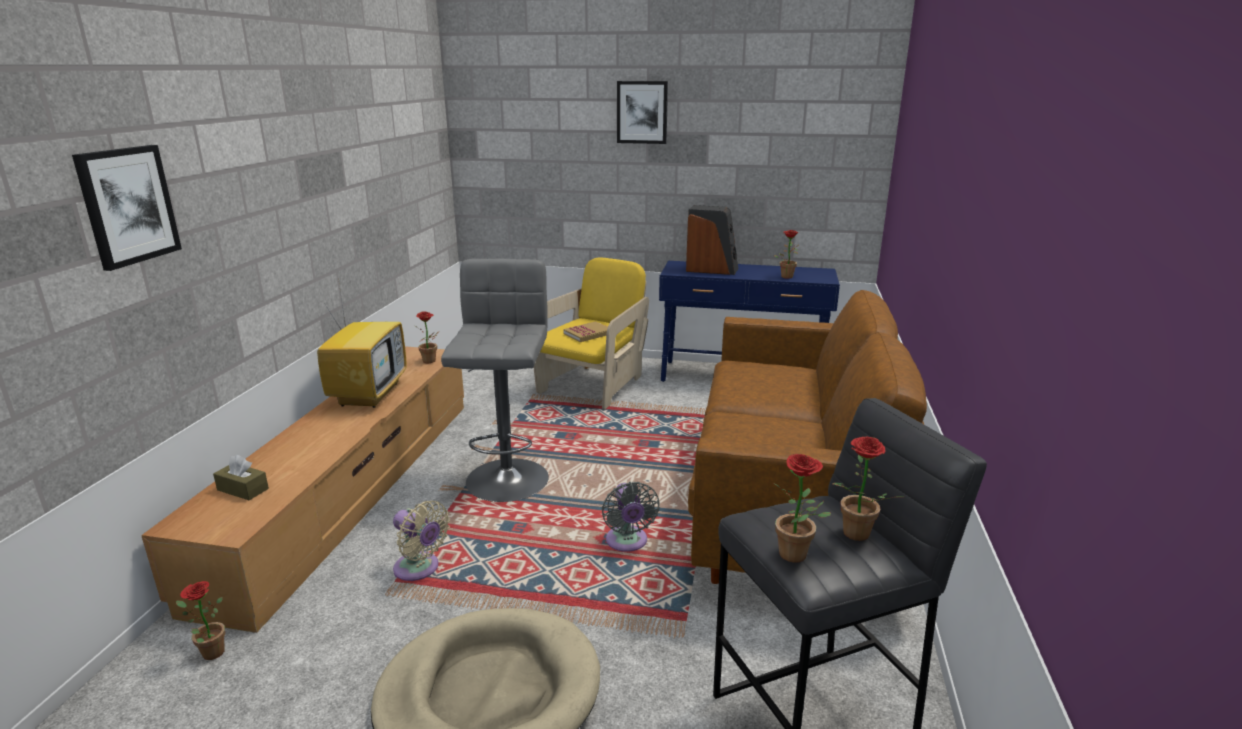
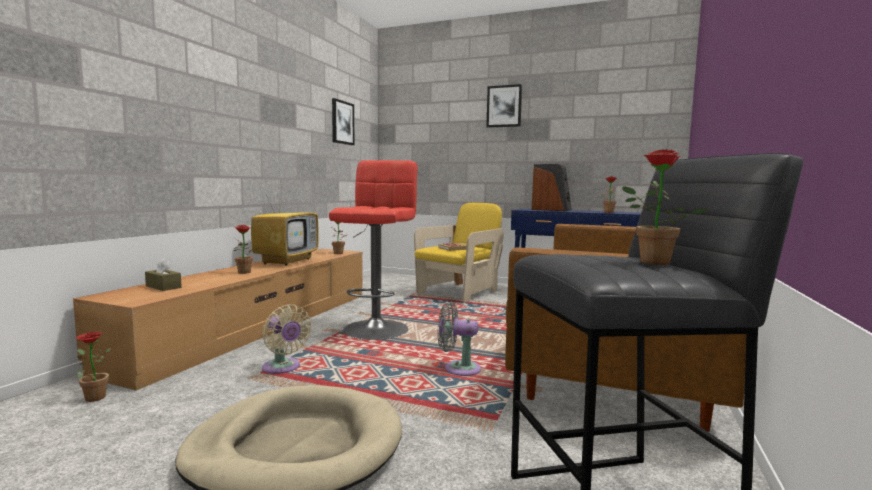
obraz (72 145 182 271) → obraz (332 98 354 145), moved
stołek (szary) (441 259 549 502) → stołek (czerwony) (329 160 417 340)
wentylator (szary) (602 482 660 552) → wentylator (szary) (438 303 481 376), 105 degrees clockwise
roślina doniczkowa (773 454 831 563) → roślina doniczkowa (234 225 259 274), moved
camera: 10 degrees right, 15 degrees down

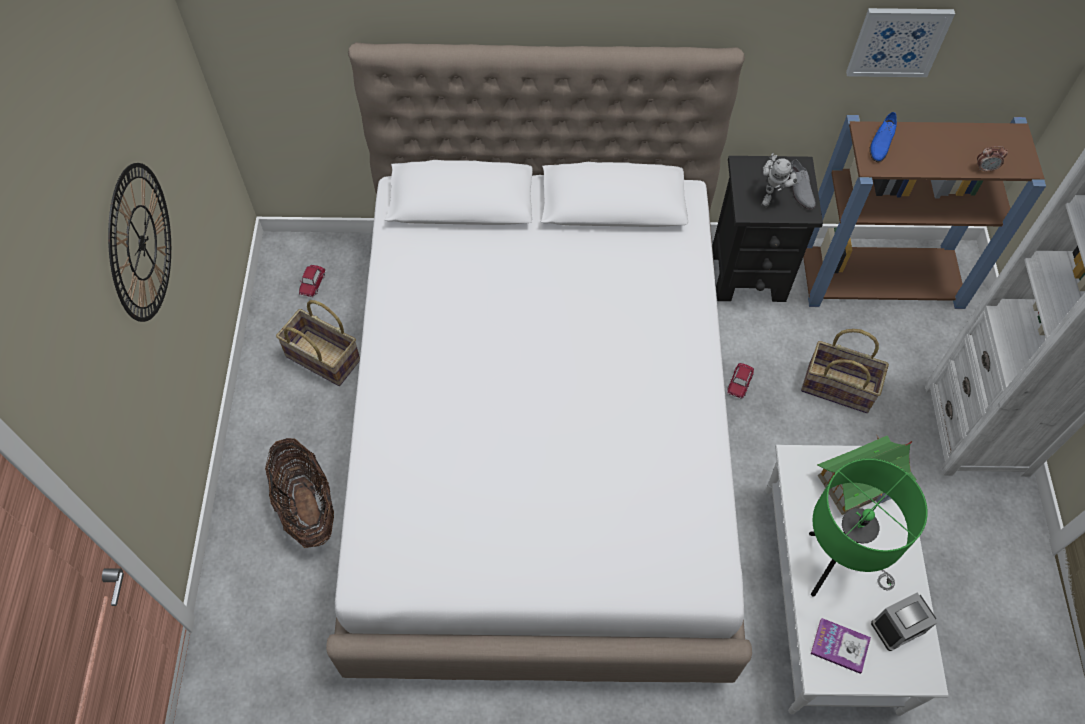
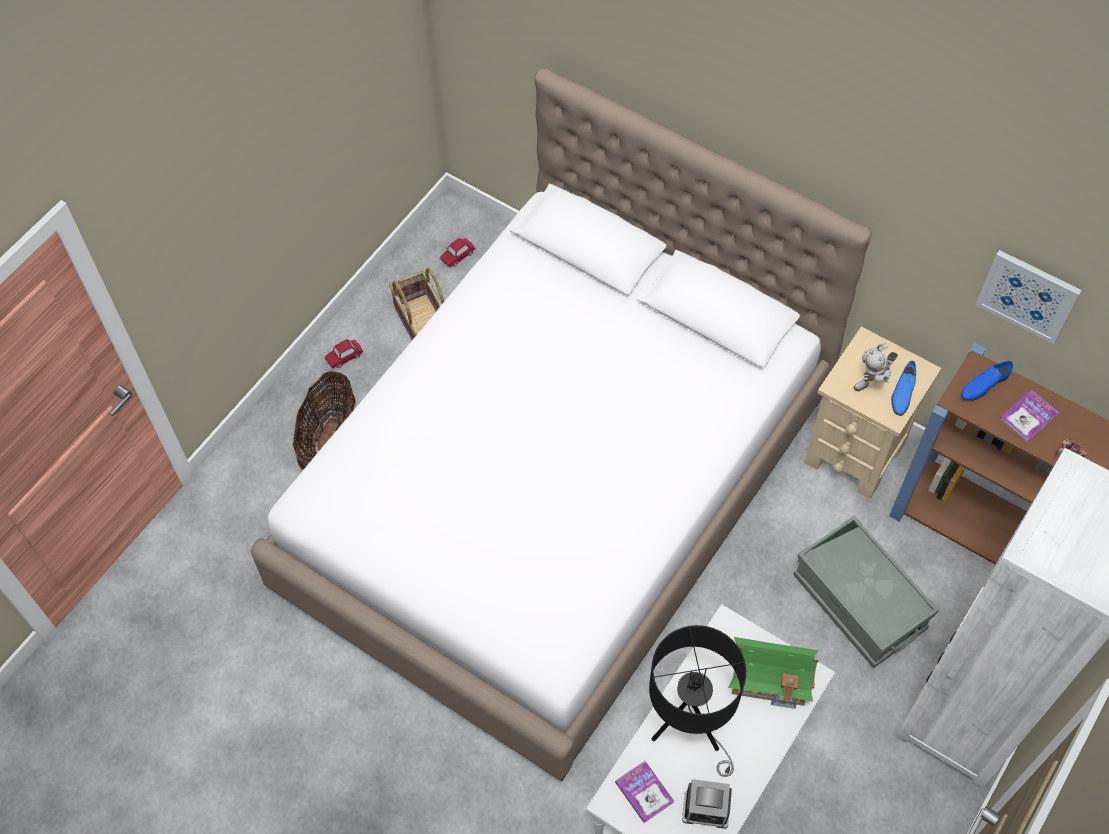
zegar ścienny (108 163 171 322) → -
szafka nocna (czarny) (712 156 823 302) → szafka nocna (beżowy) (804 327 941 499)
samochodzik (727 363 754 399) → samochodzik (324 339 364 369), moved
but (szary) (789 159 816 210) → but (niebieski) (891 361 916 416)
koszyk (801 329 889 413) → pojemnik do przechowywania (szary) (793 515 939 668)
lampa stołowa (zielony) (809 458 928 597) → lampa stołowa (czarny) (649 625 746 777)
- → książka (999 389 1059 442)
camera: 35 degrees right, 0 degrees up

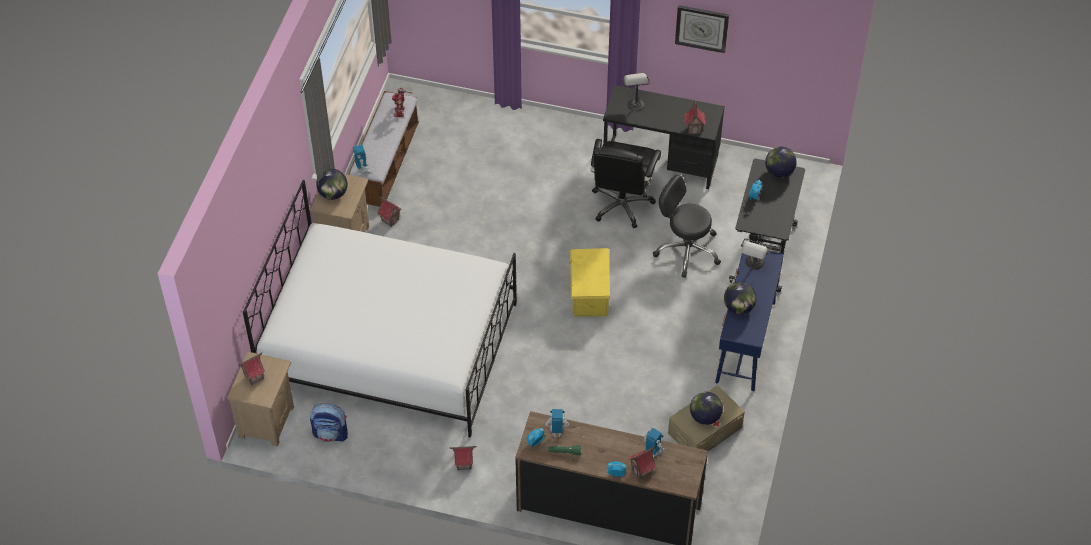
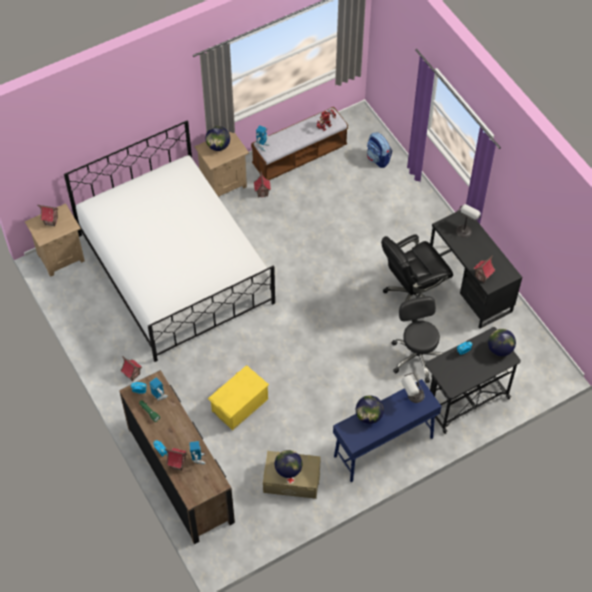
plecak (310 404 348 443) → plecak (367 132 392 168), moved
pojemnik do przechowywania (żółty) (570 248 610 317) → pojemnik do przechowywania (żółty) (208 365 269 430), moved
zegar ścienny (675 5 729 53) → -
camera: 45 degrees right, 5 degrees up

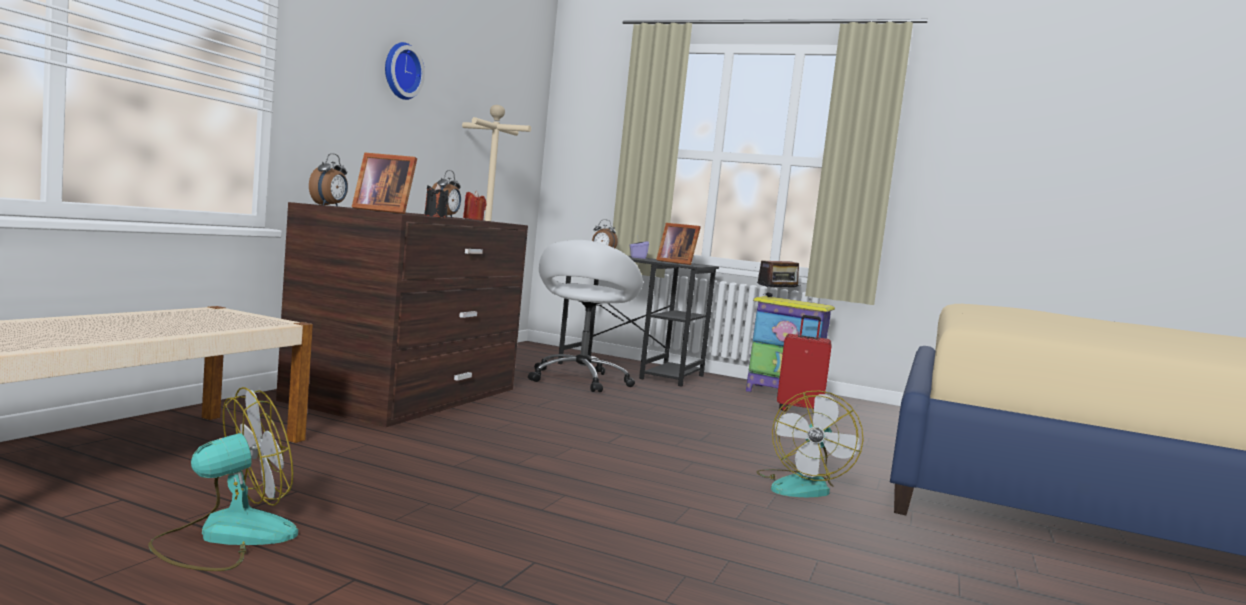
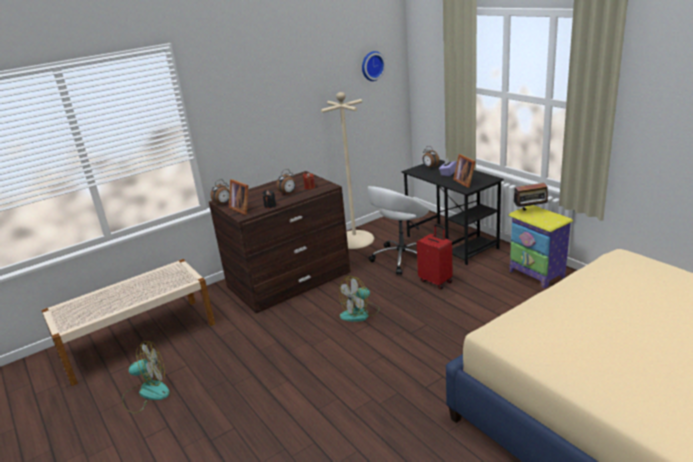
zegar ścienny (385 42 425 100) → zegar ścienny (362 51 386 81), moved
wentylator (756 390 864 497) → wentylator (339 276 380 322), moved
walizka (czerwony) (777 315 832 412) → walizka (czerwony) (417 224 453 289), moved
camera: 35 degrees right, 20 degrees up

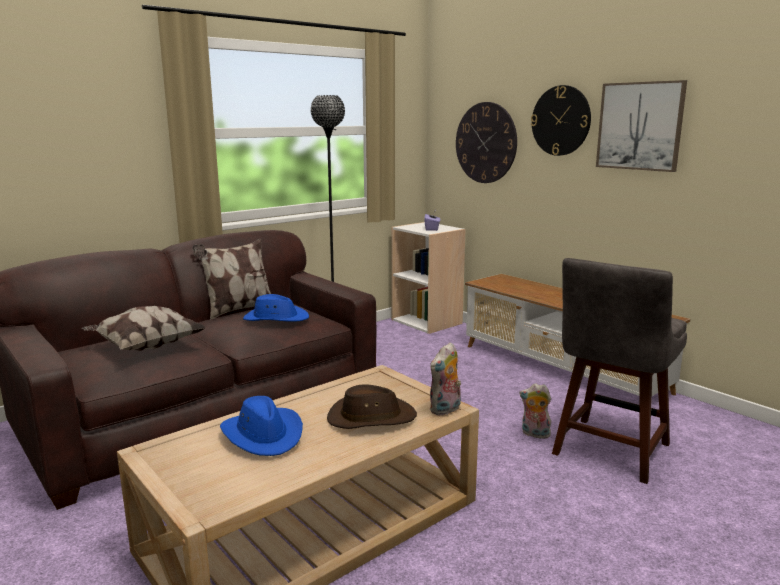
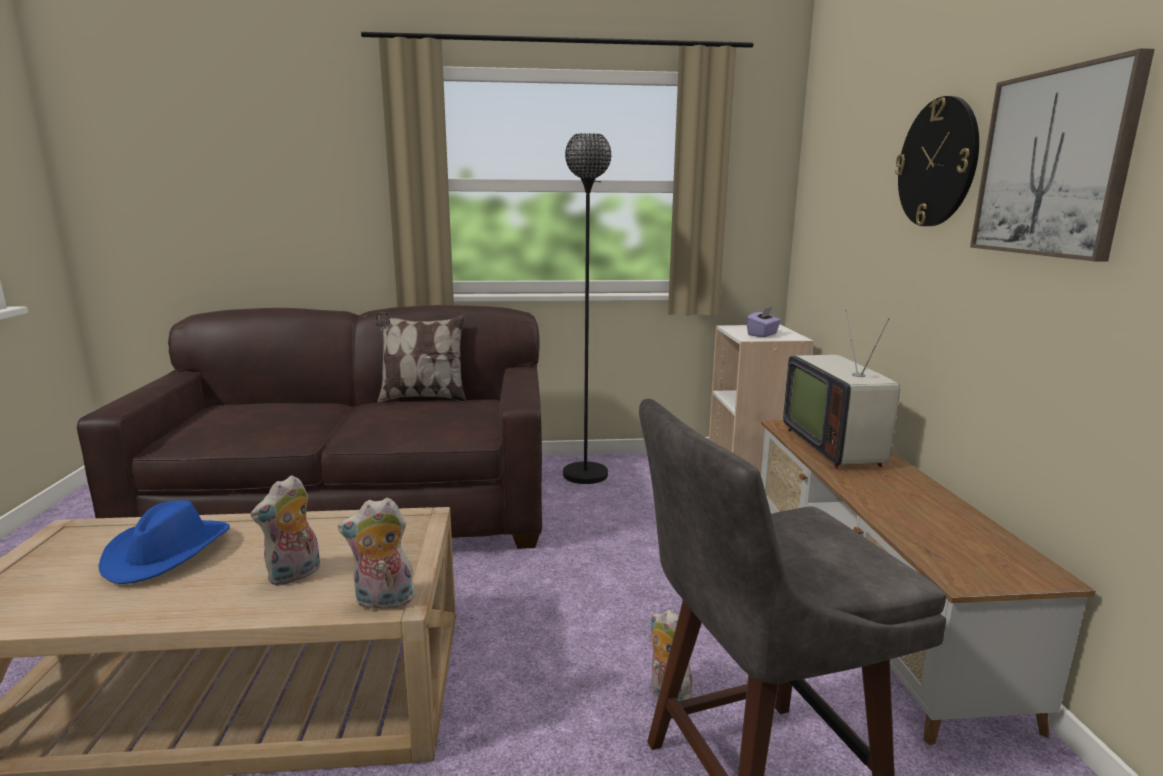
poduszka (82 306 206 351) → -
kapelusz (niebieski) (243 294 309 321) → -
kapelusz (brązowy) (327 384 417 429) → pluszak (251 475 320 586)
zegar ścienny (456 102 517 183) → -
- → telewizor (783 310 900 469)
camera: 35 degrees right, 0 degrees up

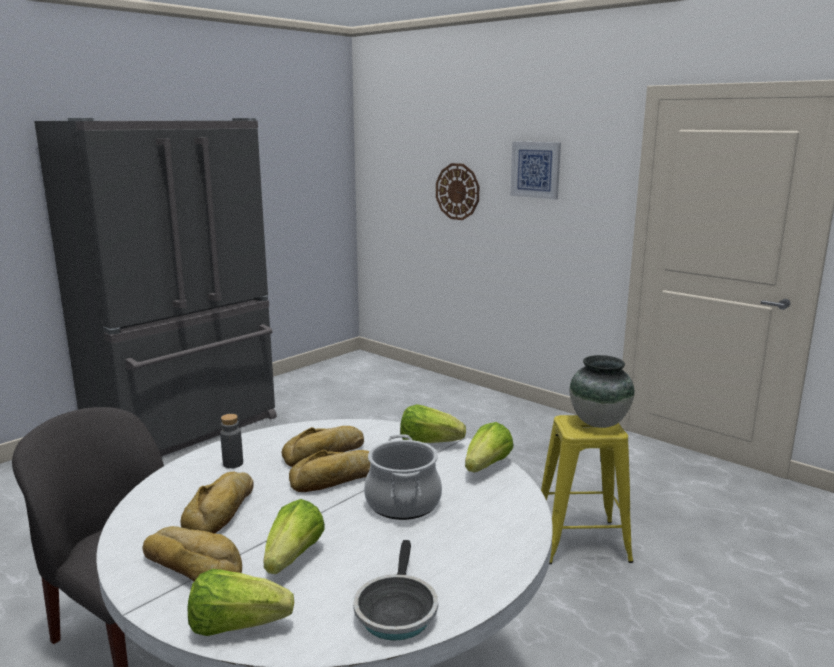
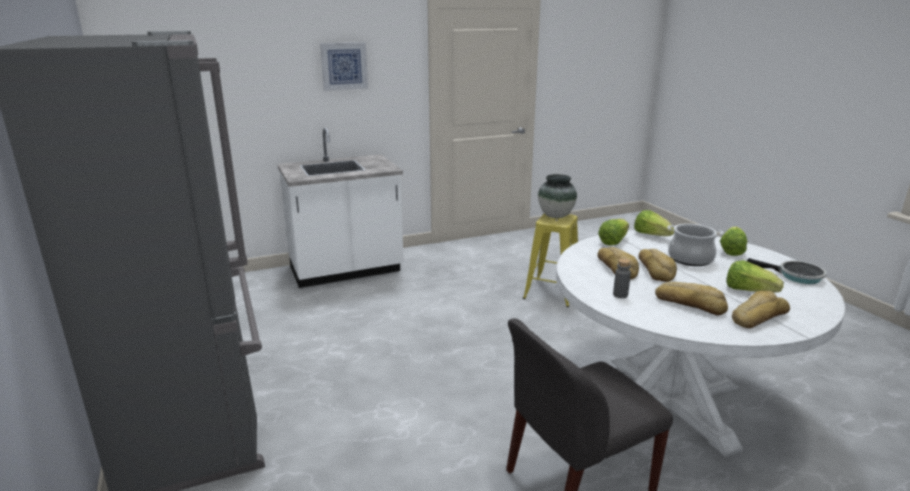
sałata (188 569 294 636) → sałata (720 227 747 256), moved
zegar ścienny (436 163 479 220) → -
- → zabudowa kuchenna (biały) (277 128 404 288)
camera: 65 degrees left, 5 degrees up

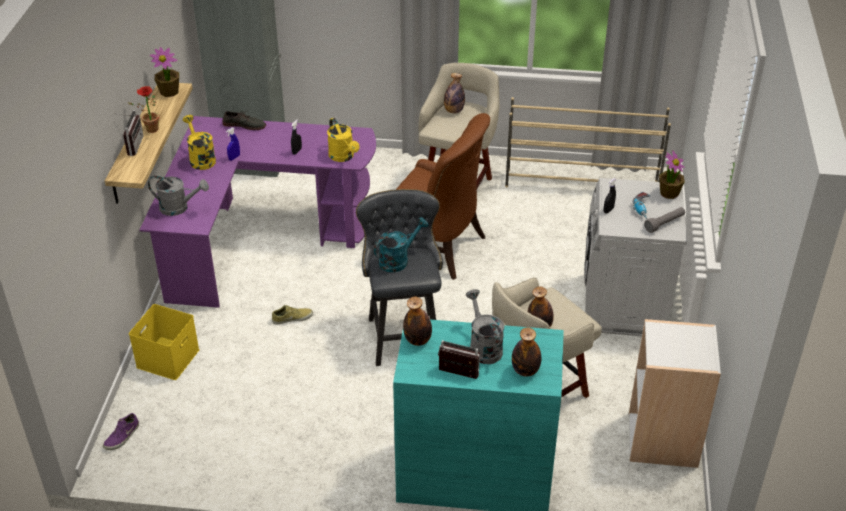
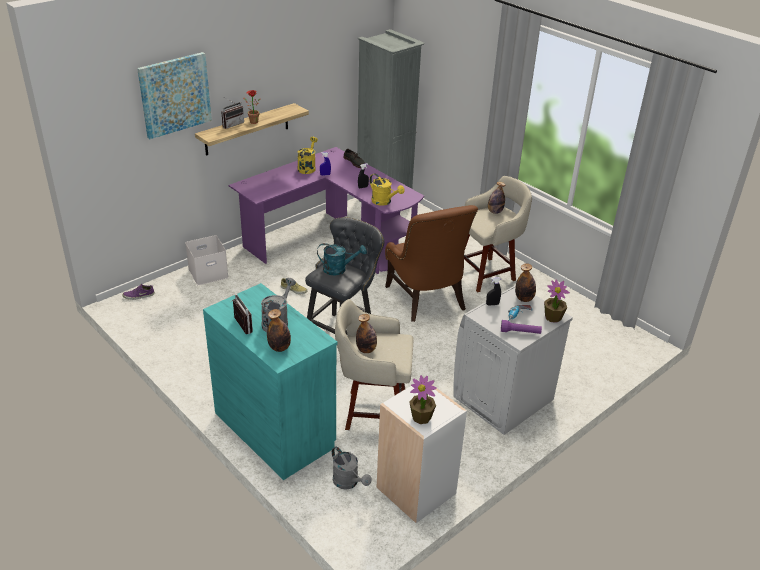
pojemnik do przechowywania (żółty) (129 304 199 380) → pojemnik do przechowywania (biały) (185 235 229 285)
konewka (szary) (148 176 209 216) → konewka (szary) (332 447 372 490), moved
roślina doniczkowa (150 47 179 97) → roślina doniczkowa (409 375 437 424), moved
konewka (żółty) (327 118 359 162) → konewka (żółty) (370 173 404 206), 60 degrees counterclockwise
butelka (403 297 432 346) → butelka (515 263 536 302), moved
regał na buty (beżowy) (505 97 671 187) → -
latarka (szary) (644 207 685 233) → latarka (fioletowy) (501 320 542 334)
- → obraz (137 52 212 139)
camera: 40 degrees right, 5 degrees down

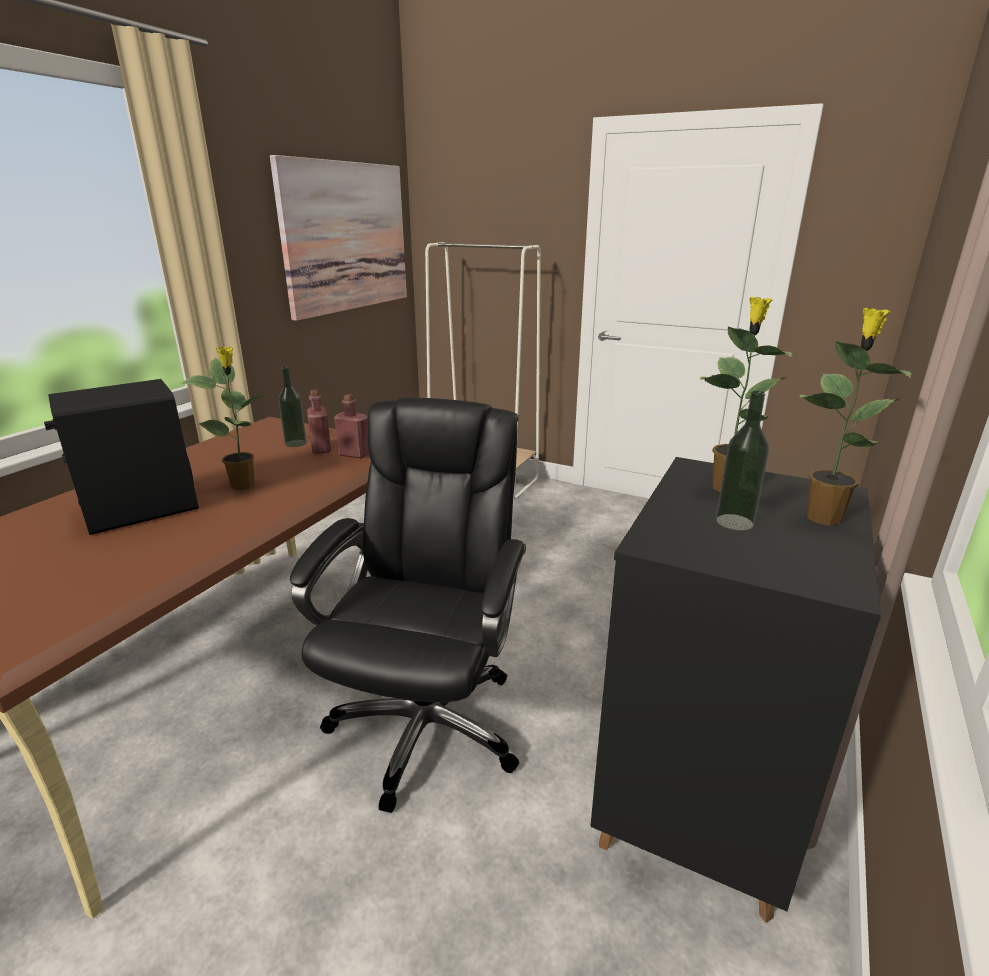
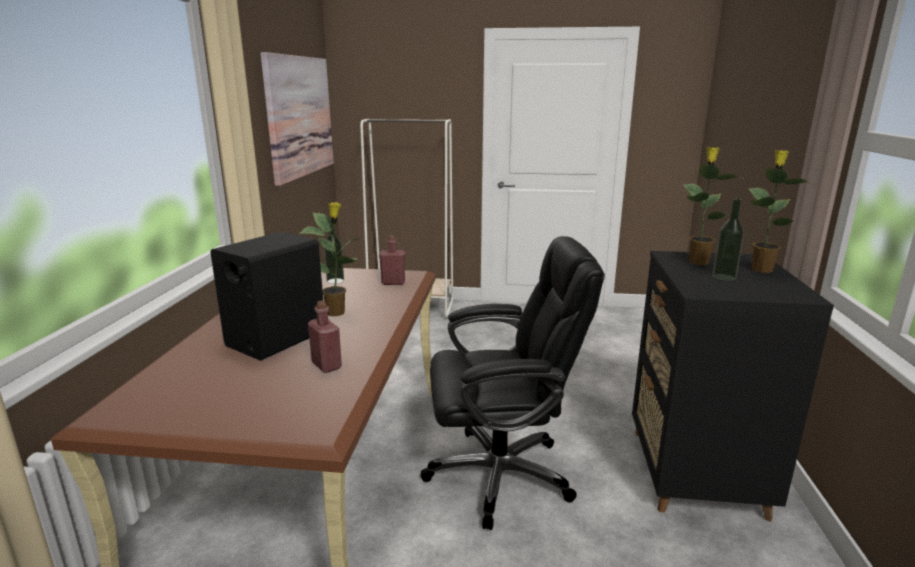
krzesło biurowe (czarny) (290 398 526 813) → krzesło biurowe (czarny) (421 236 605 530), 90 degrees clockwise
butelka (czerwony) (307 389 331 454) → butelka (czerwony) (308 300 342 373), moved
camera: 20 degrees left, 5 degrees down

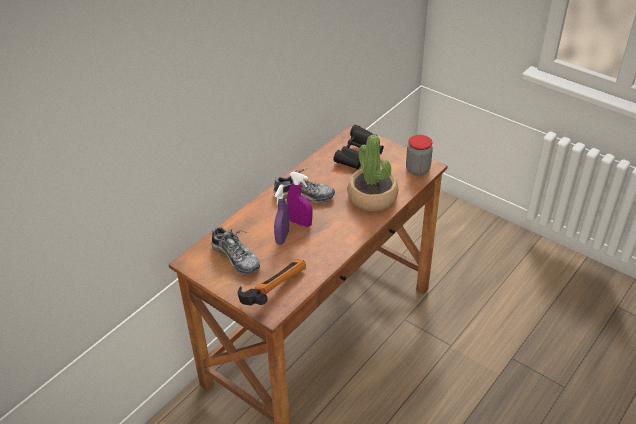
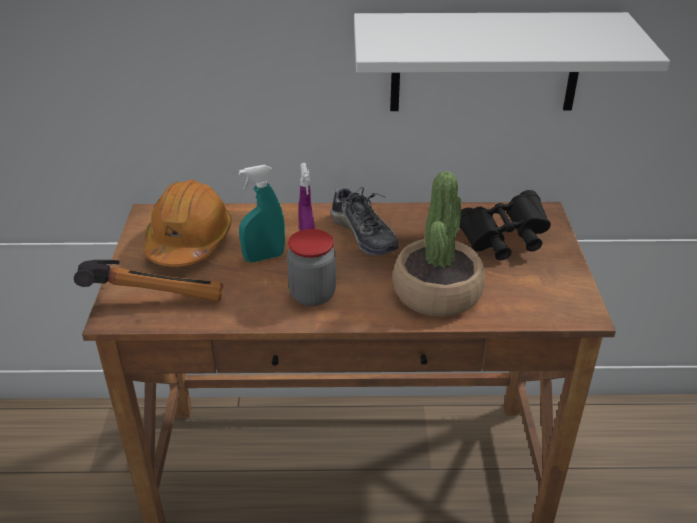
but (211 224 260 274) → kask (pomarańczowy) (143 180 232 267)
spryskiwacz (fioletowy) (274 185 289 245) → spryskiwacz (turkusowy) (239 165 285 262)
słoik (406 135 433 176) → słoik (287 229 336 306), moved
- → półka (biały) (354 12 670 111)
camera: 50 degrees right, 5 degrees down

